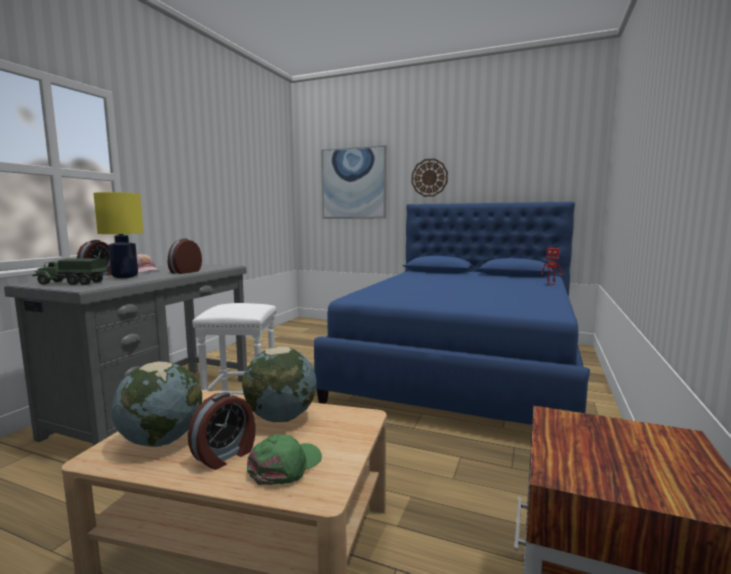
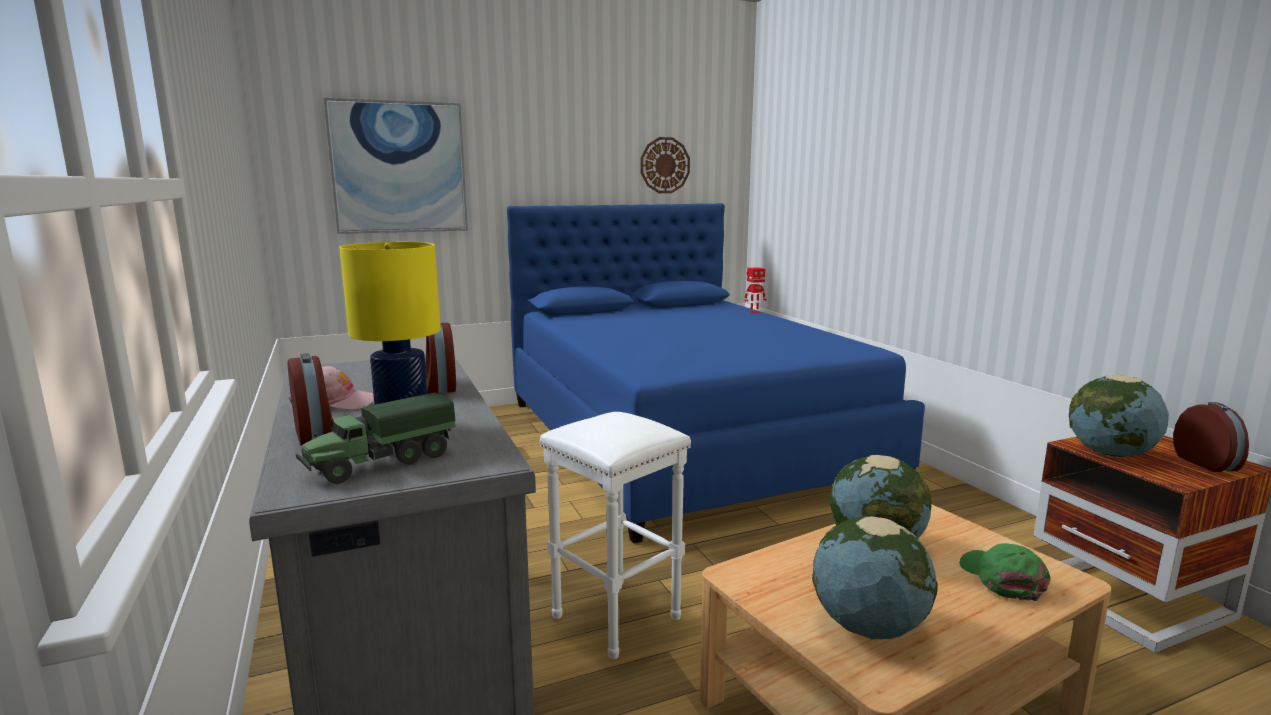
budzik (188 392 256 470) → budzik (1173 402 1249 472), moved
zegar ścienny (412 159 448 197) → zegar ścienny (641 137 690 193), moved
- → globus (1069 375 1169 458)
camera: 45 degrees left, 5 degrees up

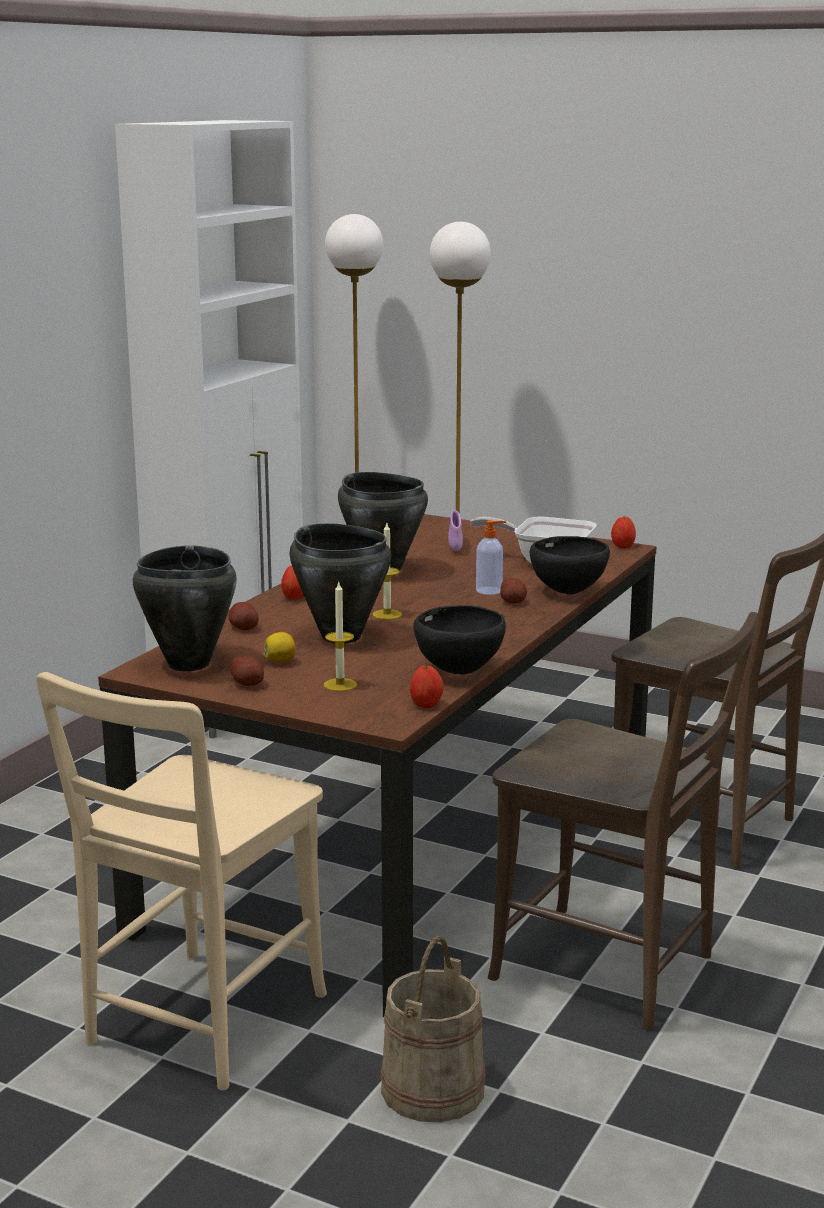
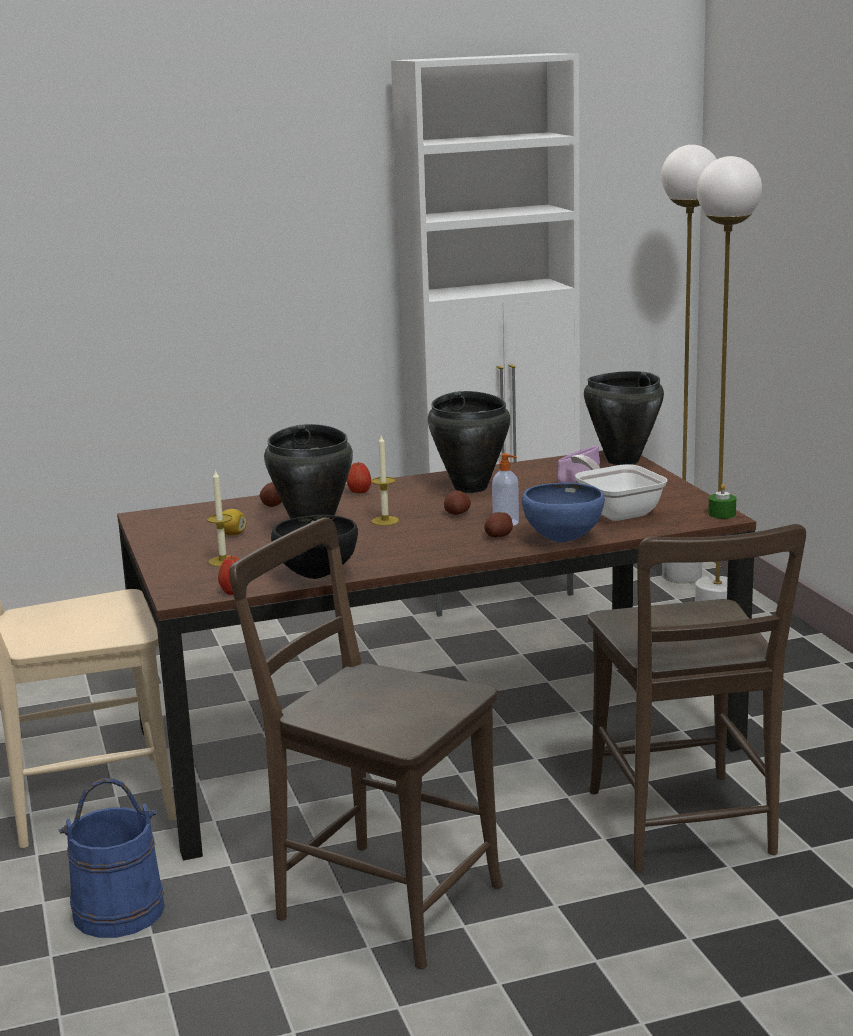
garnek (czarny) (133 545 237 671) → garnek (czarny) (584 371 664 465), moved
ziemniak (230 656 264 686) → ziemniak (444 490 471 515), moved
wiadro (beżowy) (380 936 486 1123) → wiadro (niebieski) (58 778 165 938)
krzesło (brązowy) (488 612 758 1031) → krzesło (brązowy) (229 518 503 969), 135 degrees clockwise
miska (czarny) (530 536 610 595) → miska (niebieski) (522 483 605 543)
jabłko (611 517 636 549) → świeca (zielony) (708 483 736 519)
camera: 45 degrees right, 0 degrees up

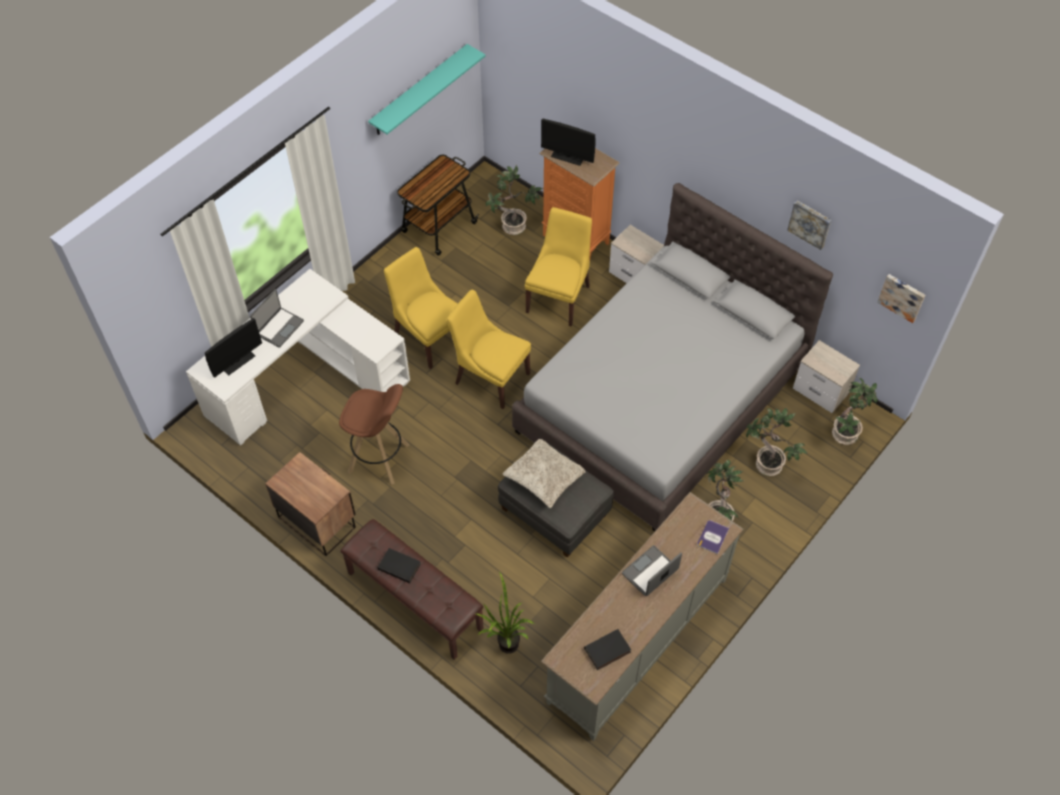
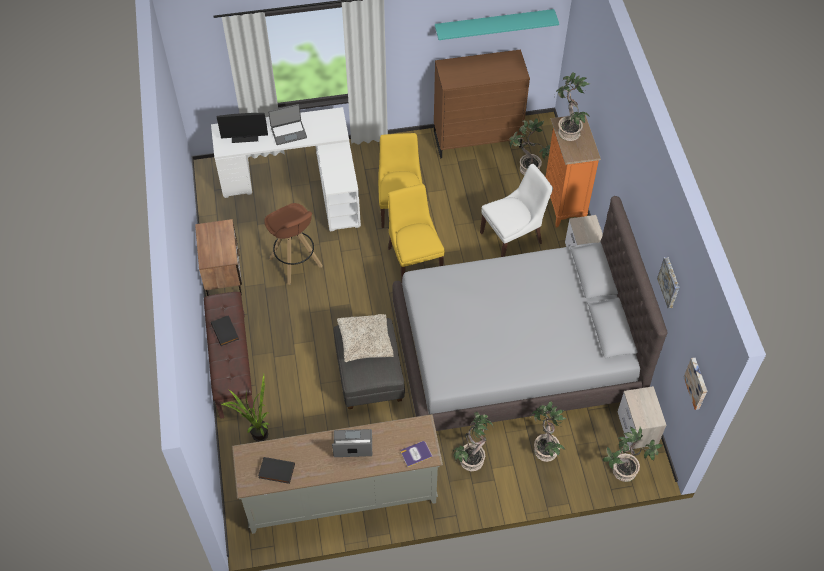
wózek (397 155 479 256) → komoda (brązowy) (434 49 530 158)
krzesło (żółty) (525 207 592 327) → krzesło (biały) (480 164 553 257)
monitor (541 118 596 166) → roślina doniczkowa (554 72 590 141)
camera: 40 degrees right, 0 degrees up

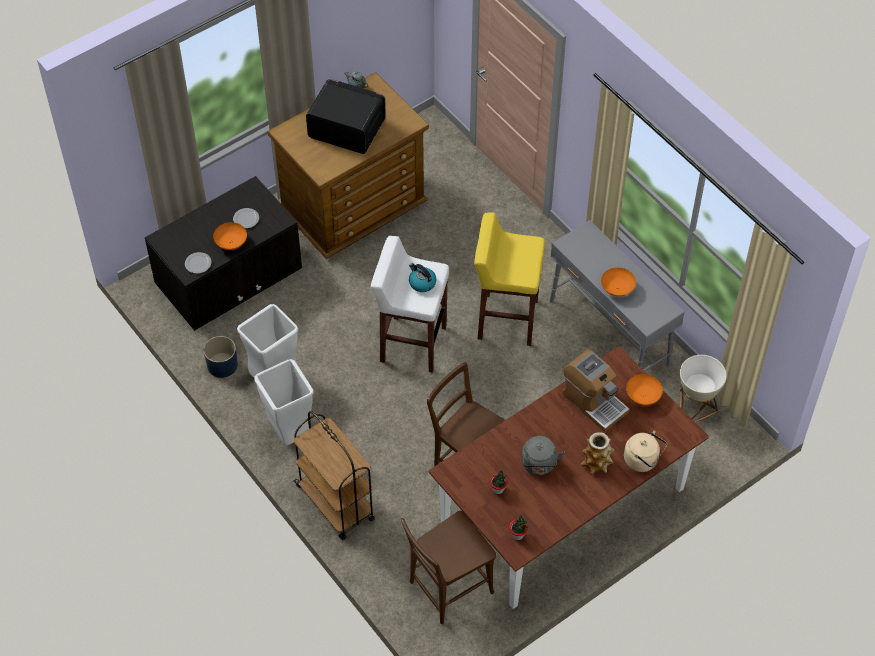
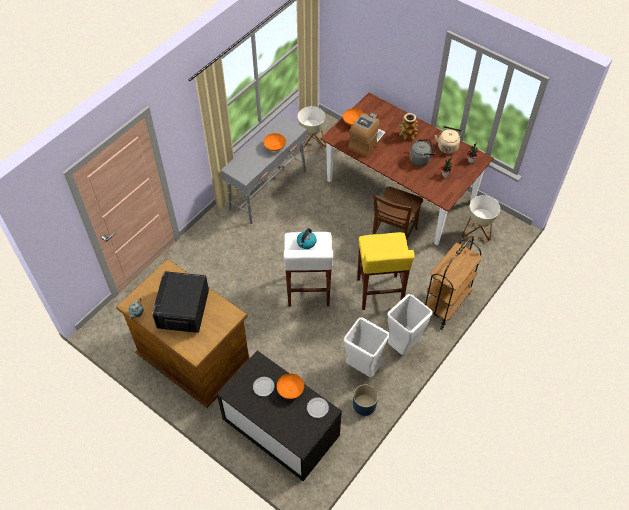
krzesło (brązowy) (401 511 496 624) → donica (462 195 500 241)
stołek (żółty) (474 213 545 346) → stołek (żółty) (357 232 415 310), moved
czajnik (beżowy) (624 430 667 472) → czajnik (beżowy) (435 126 463 154), moved
camera: 105 degrees left, 0 degrees up

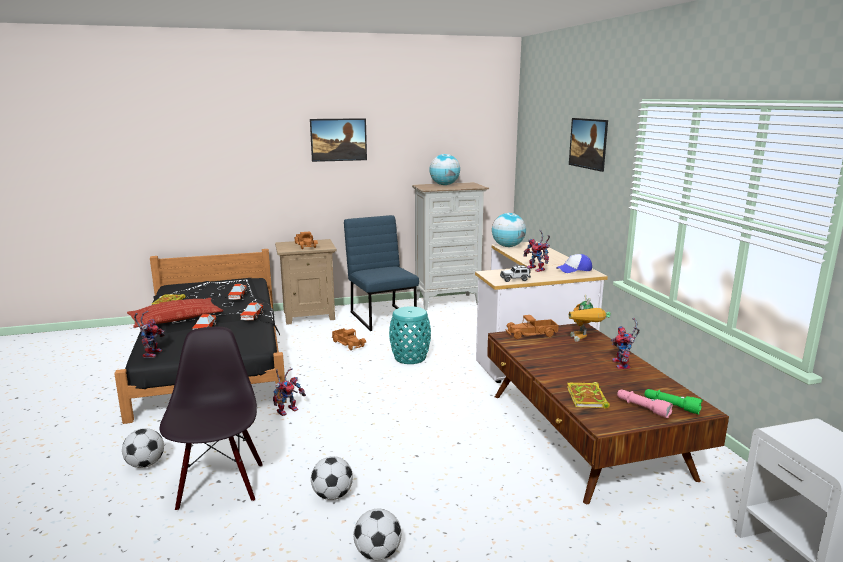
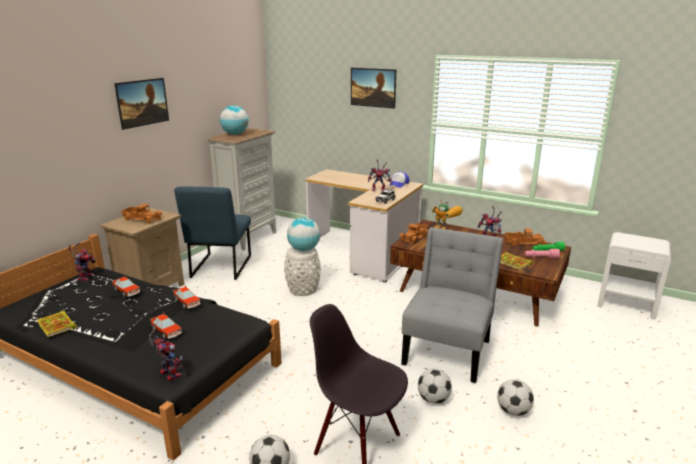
poduszka (127 298 223 328) → -
robot zabawkowy (273 368 306 416) → robot zabawkowy (68 242 96 281), moved
ciężarówka zabawkowa (331 328 366 350) → ciężarówka zabawkowa (505 228 546 246), moved
krzesło (niebieski) (344 215 419 331) → krzesło (niebieski) (174 186 251 280), 105 degrees counterclockwise
stołek (turkusowy) (389 306 431 364) → stołek (biały) (284 247 321 296)
globus (492 213 526 247) → globus (287 218 320 251), moved
- → krzesło (szary) (401 227 503 383)
camera: 45 degrees left, 5 degrees up

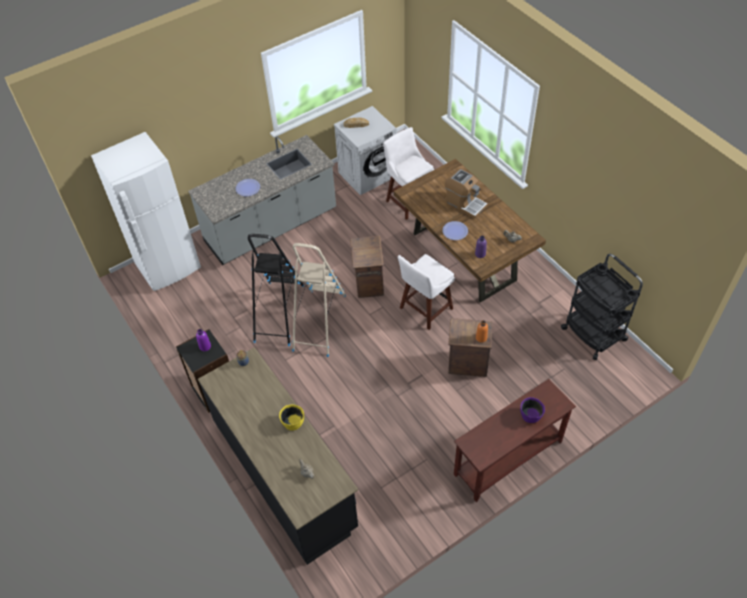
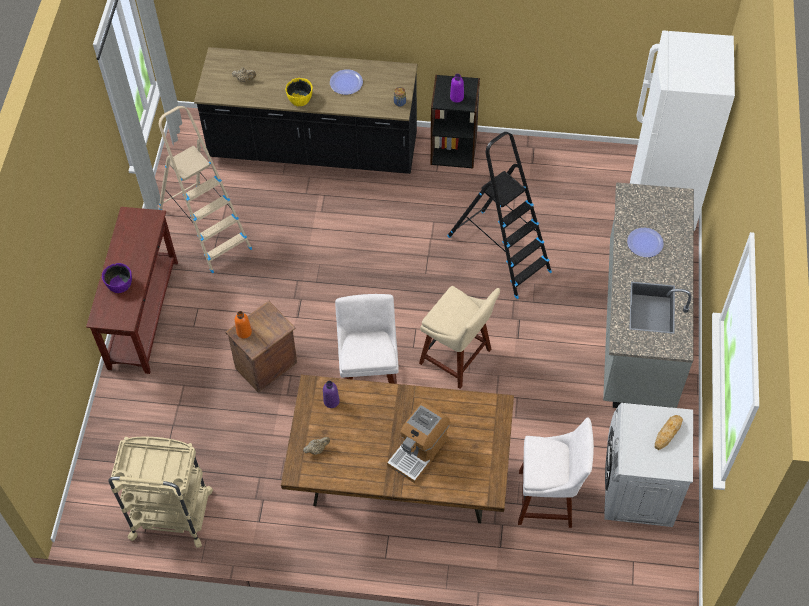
drabinka (beżowy) (292 243 346 357) → drabinka (beżowy) (159 106 252 273), moved
skrzynka (350 236 384 298) → krzesło (beżowy) (419 286 500 389)
talerz (442 221 468 240) → talerz (330 69 363 95), moved
ekspres do kawy (445 169 488 219) → ekspres do kawy (387 401 450 483), 45 degrees counterclockwise
wózek (czarny) (561 254 643 360) → wózek (beżowy) (108 437 213 548)
camera: 130 degrees right, 5 degrees up

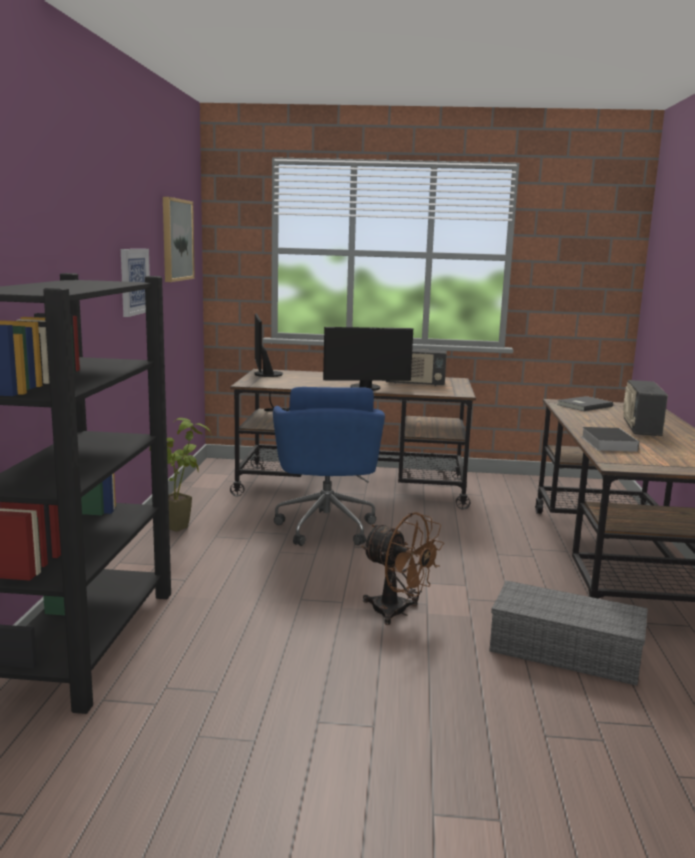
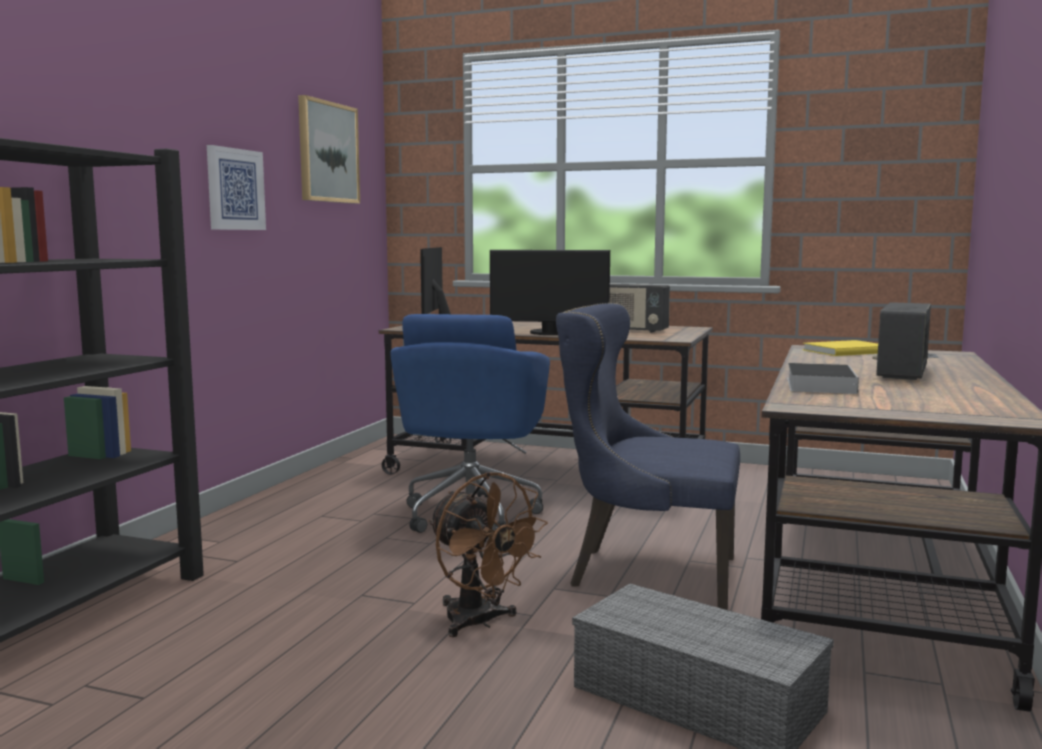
roślina doniczkowa (150 418 212 532) → -
książka (szary) (557 396 613 411) → książka (żółty) (803 340 878 356)
- → krzesło (niebieski) (556 303 740 610)
camera: 15 degrees right, 5 degrees down

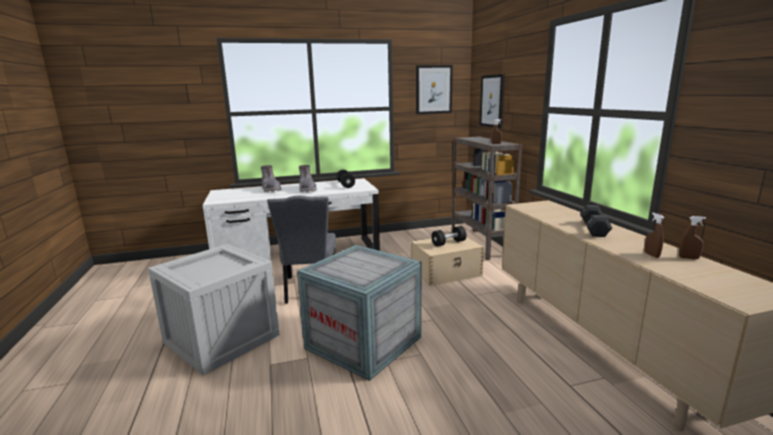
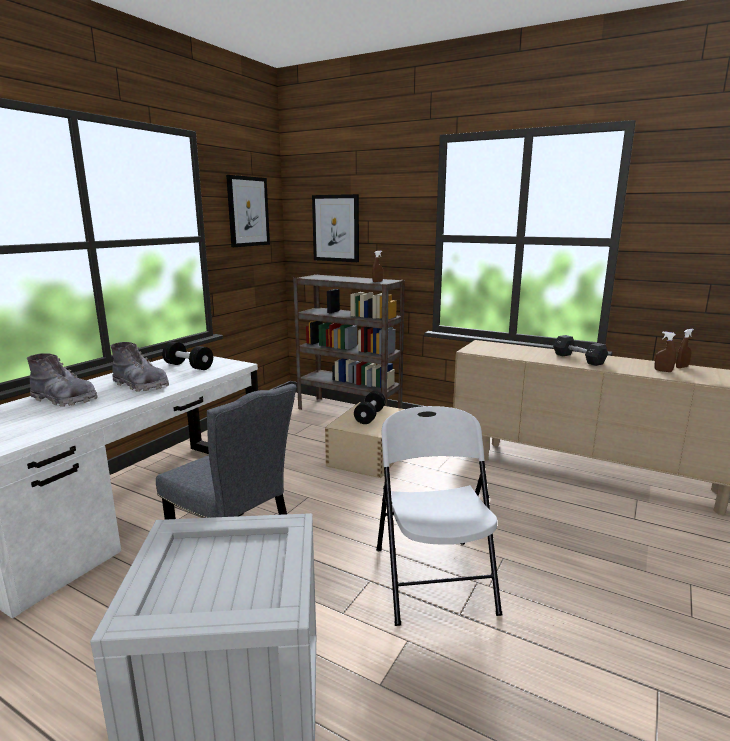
skrzynka (297 245 421 381) → krzesło (biały) (376 406 503 626)
camera: 45 degrees left, 0 degrees up

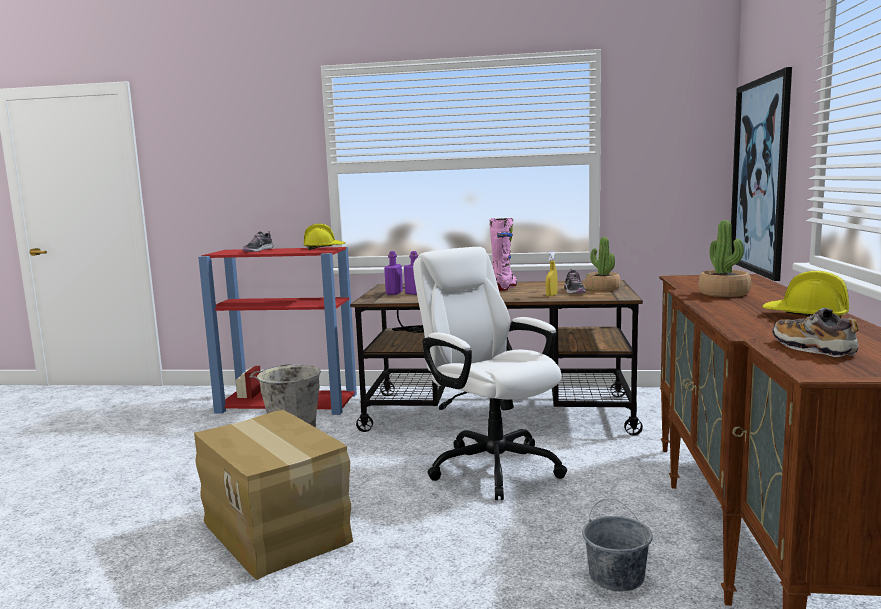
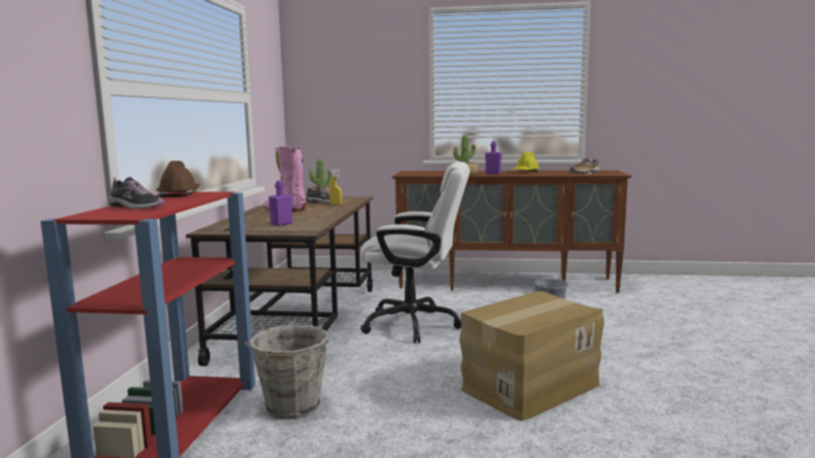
kask (żółty) (304 224 345 250) → kask (brązowy) (156 161 200 197)
butelka (fioletowy) (384 251 403 295) → butelka (fioletowy) (485 141 502 174), moved
krzesło biurowe (biały) (413 247 567 500) → krzesło biurowe (biały) (360 161 470 343), 135 degrees counterclockwise
obraz (731 67 792 281) → -
camera: 90 degrees left, 0 degrees up

